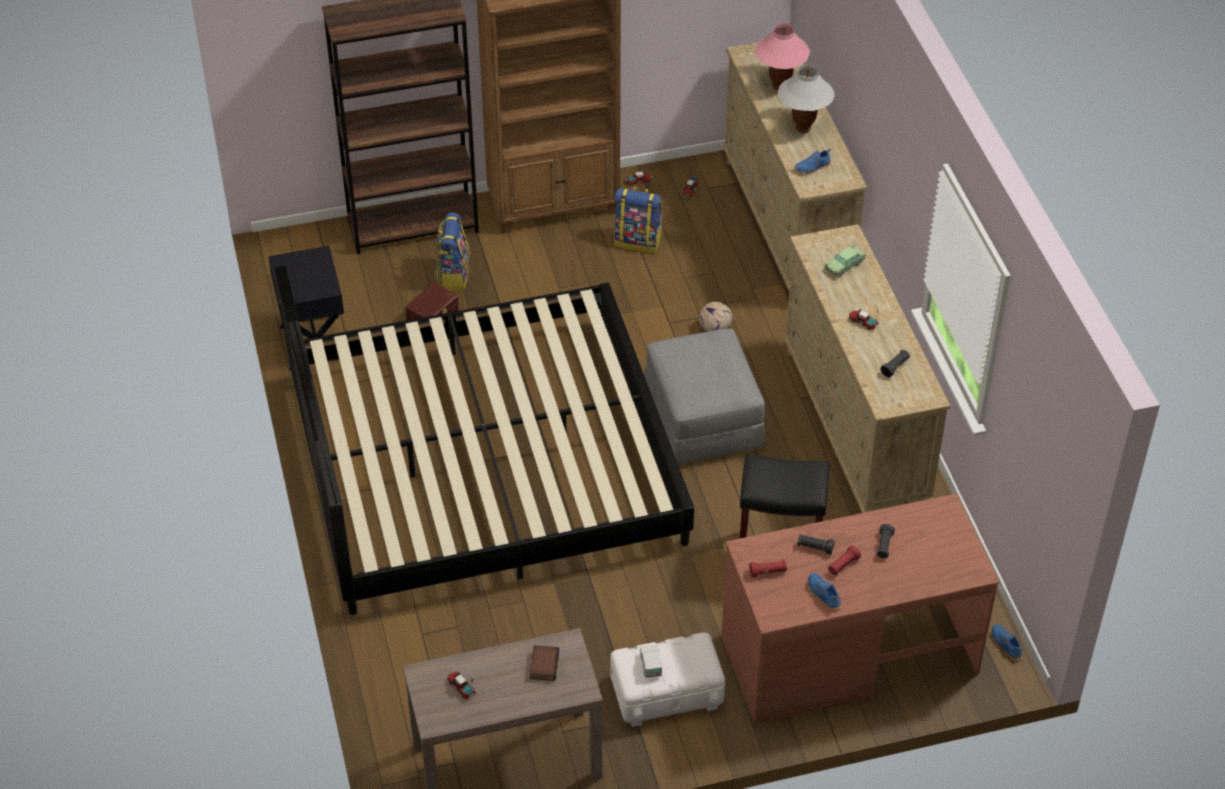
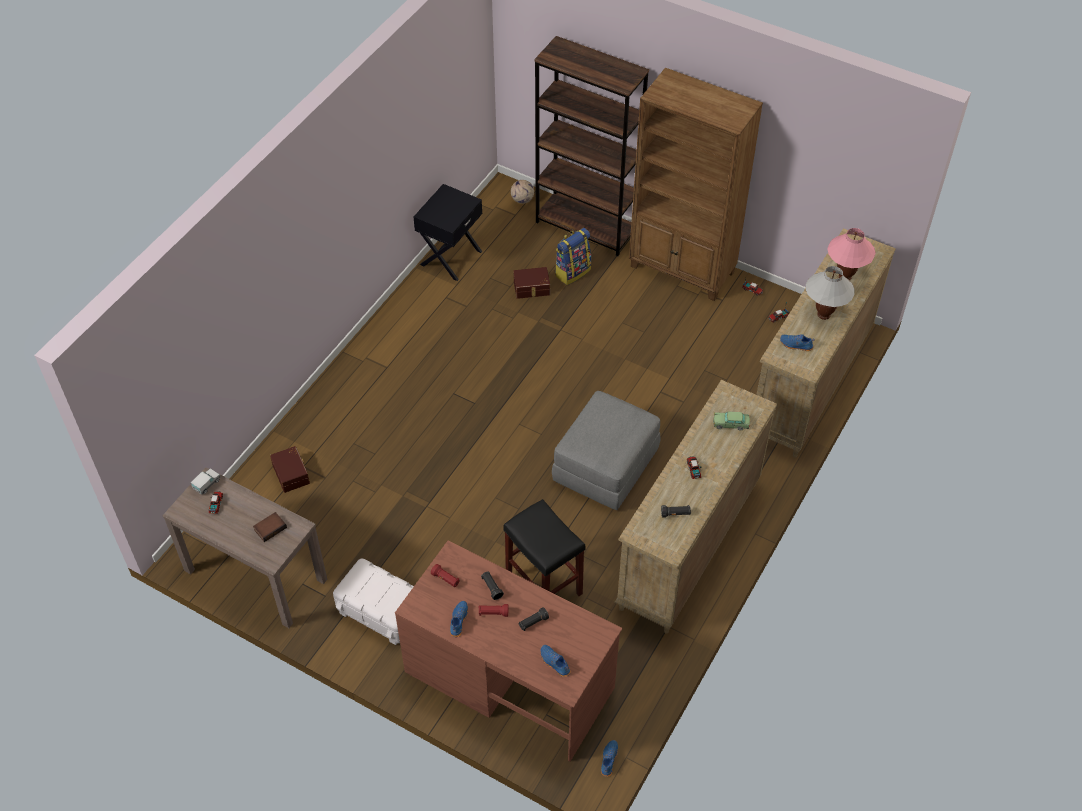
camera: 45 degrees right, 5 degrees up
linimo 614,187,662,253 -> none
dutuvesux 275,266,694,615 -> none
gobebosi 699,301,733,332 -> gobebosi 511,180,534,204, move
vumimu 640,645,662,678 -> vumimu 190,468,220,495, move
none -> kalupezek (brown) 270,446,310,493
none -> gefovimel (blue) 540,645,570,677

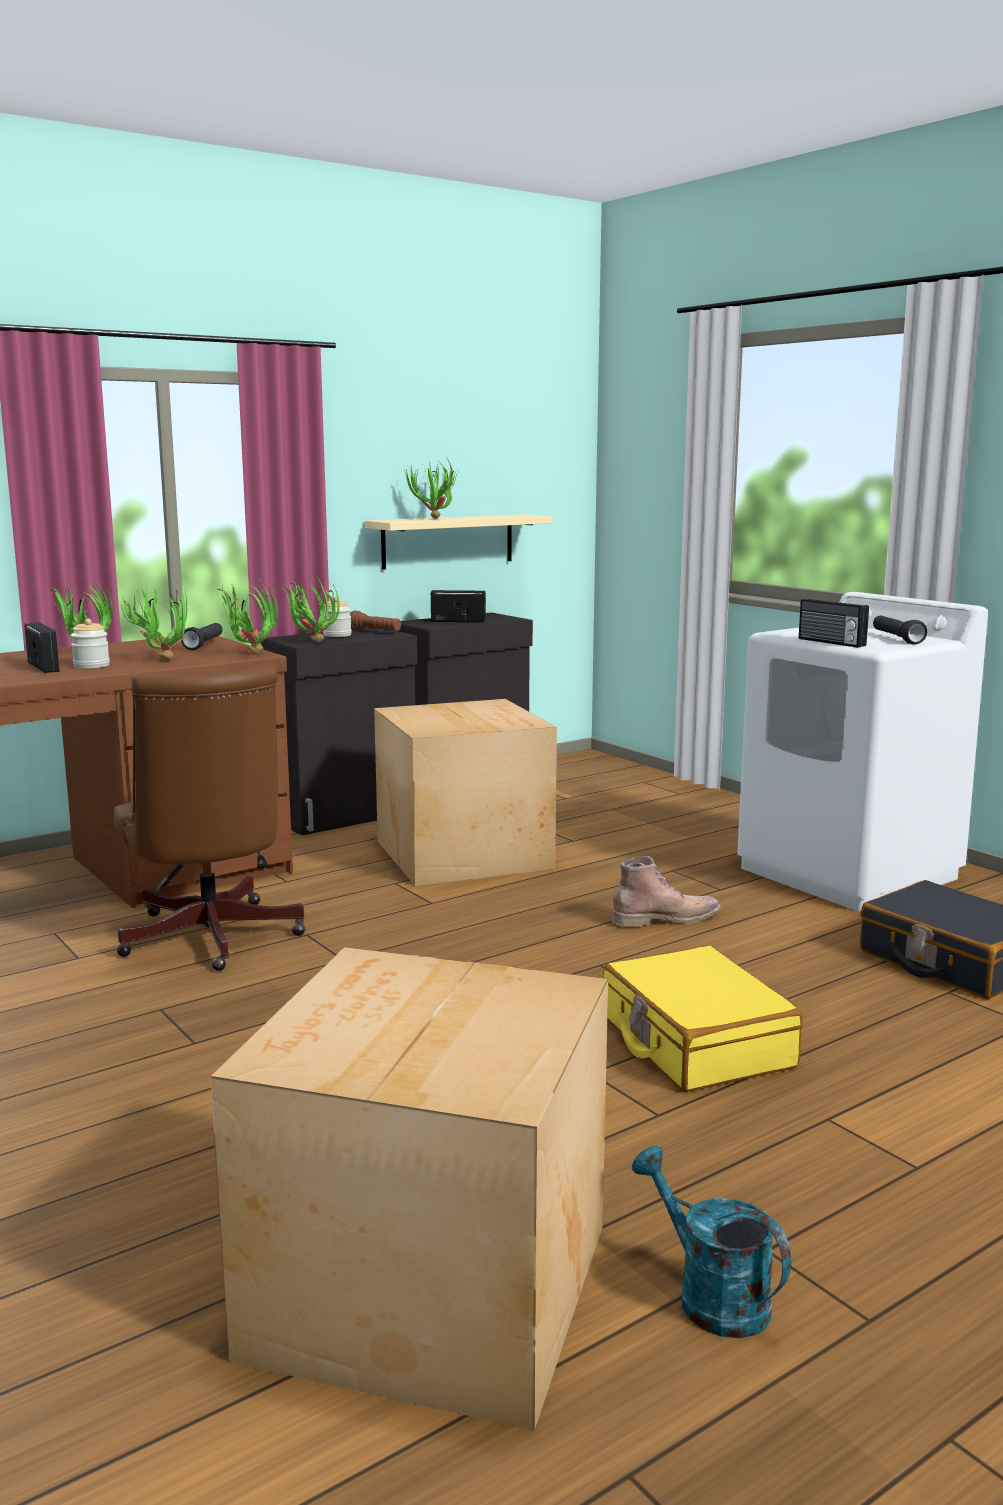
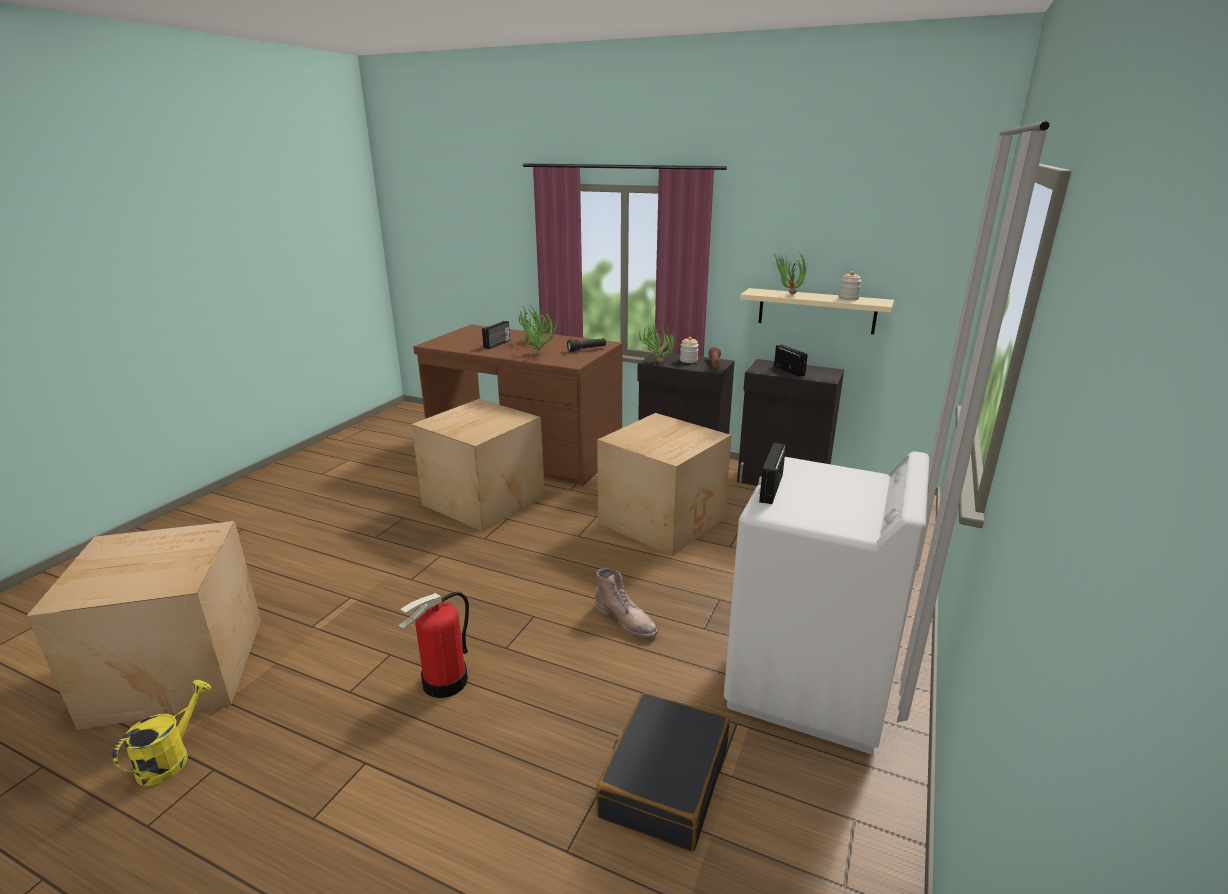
camera: 60 degrees right, 10 degrees up
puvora 216,582,277,654 -> none
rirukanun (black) 873,615,927,645 -> none
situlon 71,618,110,668 -> situlon 839,271,862,300, move
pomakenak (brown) 114,664,305,971 -> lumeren 411,399,545,531
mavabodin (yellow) 603,945,803,1092 -> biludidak 398,592,469,698
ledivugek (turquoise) 632,1146,791,1338 -> ledivugek (yellow) 112,680,212,786

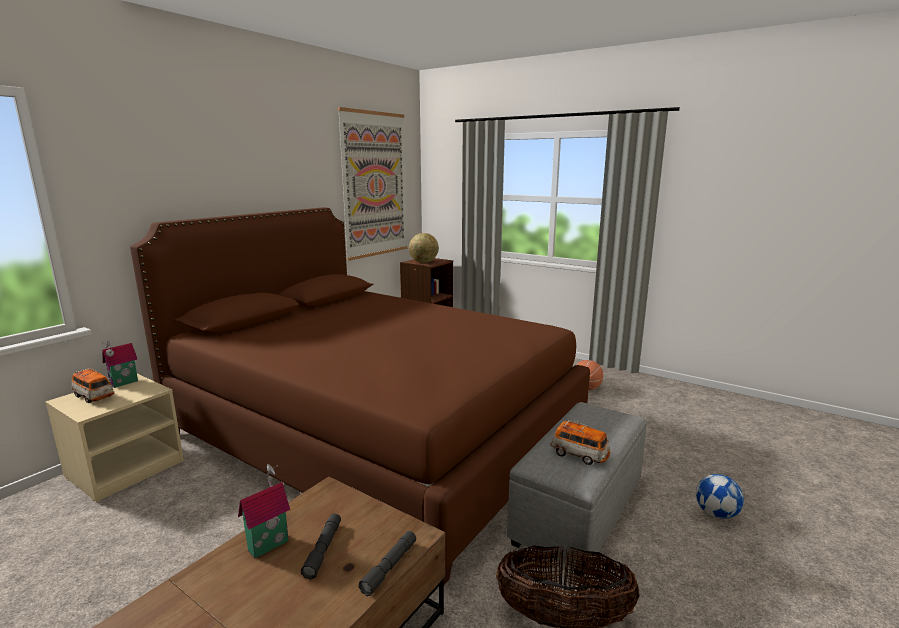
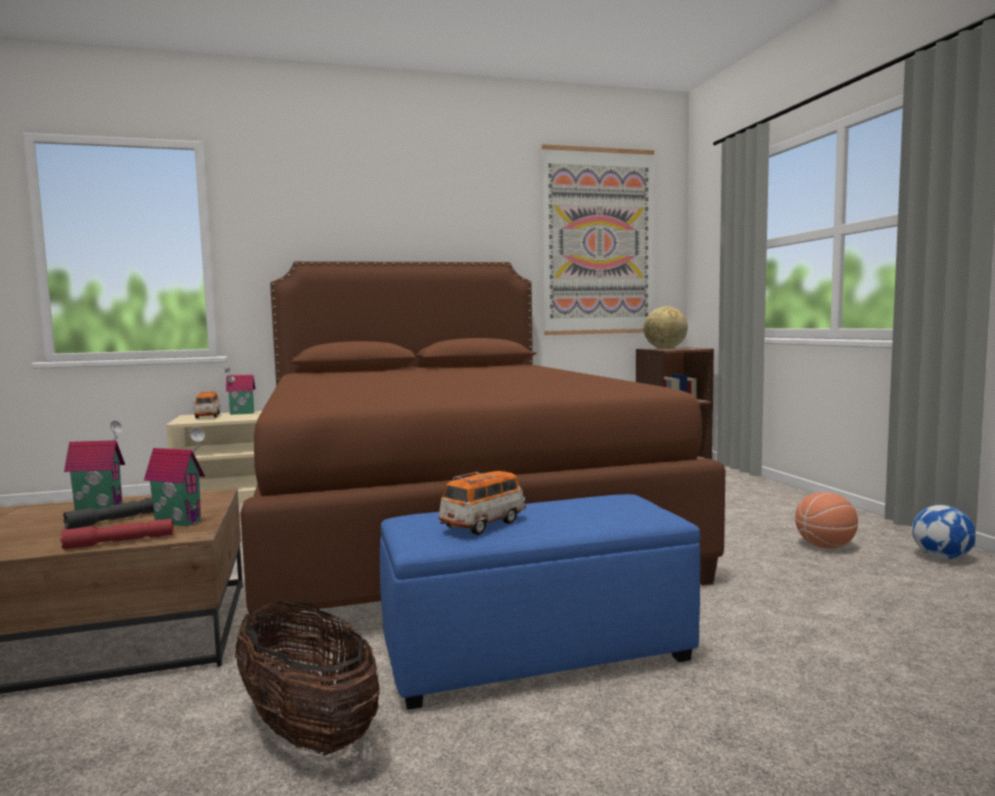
camera: 40 degrees right, 10 degrees down
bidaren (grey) 507,402,647,576 -> bidaren (blue) 380,494,700,710
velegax 551,420,611,465 -> velegax 438,471,526,535, 120 degrees counterclockwise
gobebosi 696,474,744,519 -> gobebosi 912,505,976,559, move
rirukanun (grey) 358,531,416,596 -> rirukanun (red) 61,519,173,550
none -> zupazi 144,428,205,526

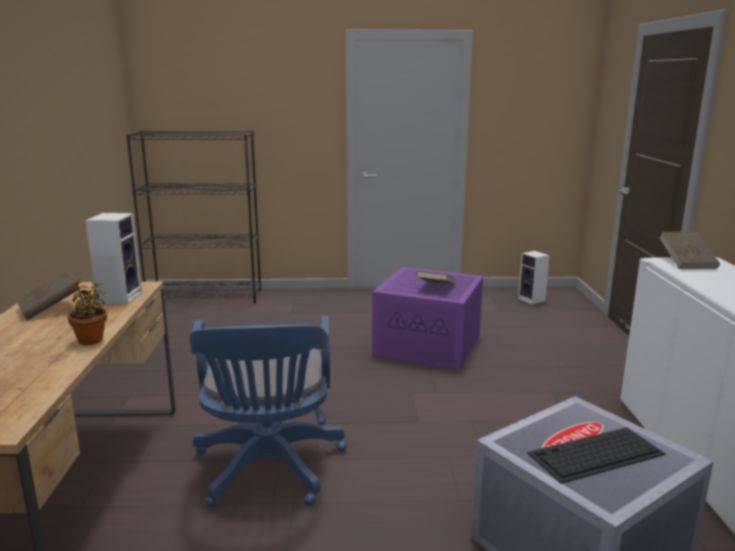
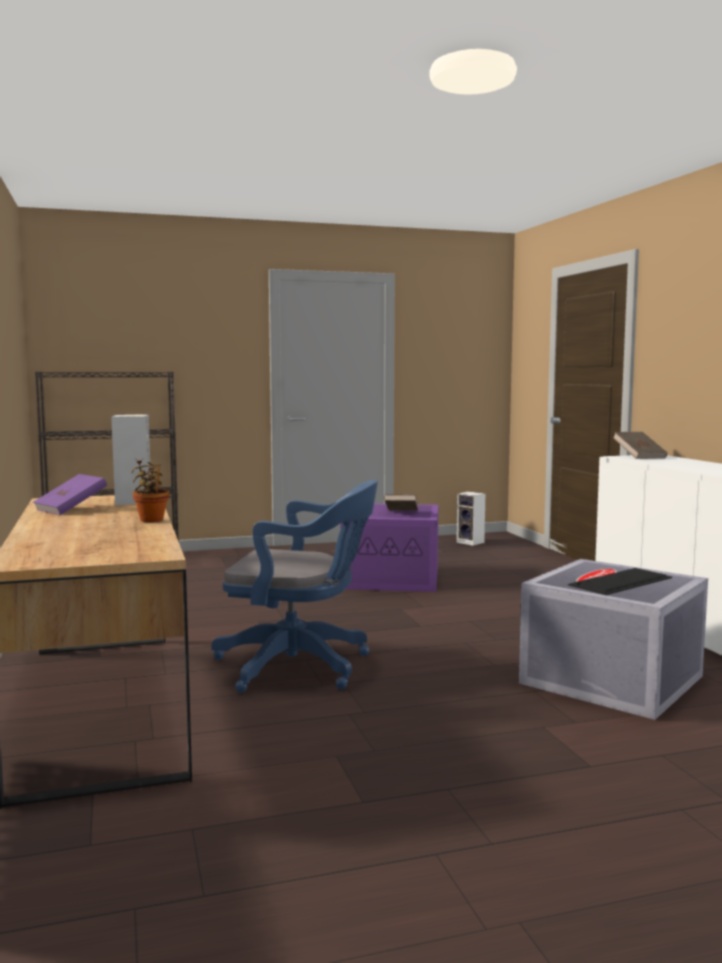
camera: 15 degrees left, 10 degrees down
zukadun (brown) 16,271,80,320 -> zukadun (purple) 33,474,107,515
pomakenak (blue) 189,316,347,507 -> pomakenak (blue) 211,480,378,693, 60 degrees counterclockwise

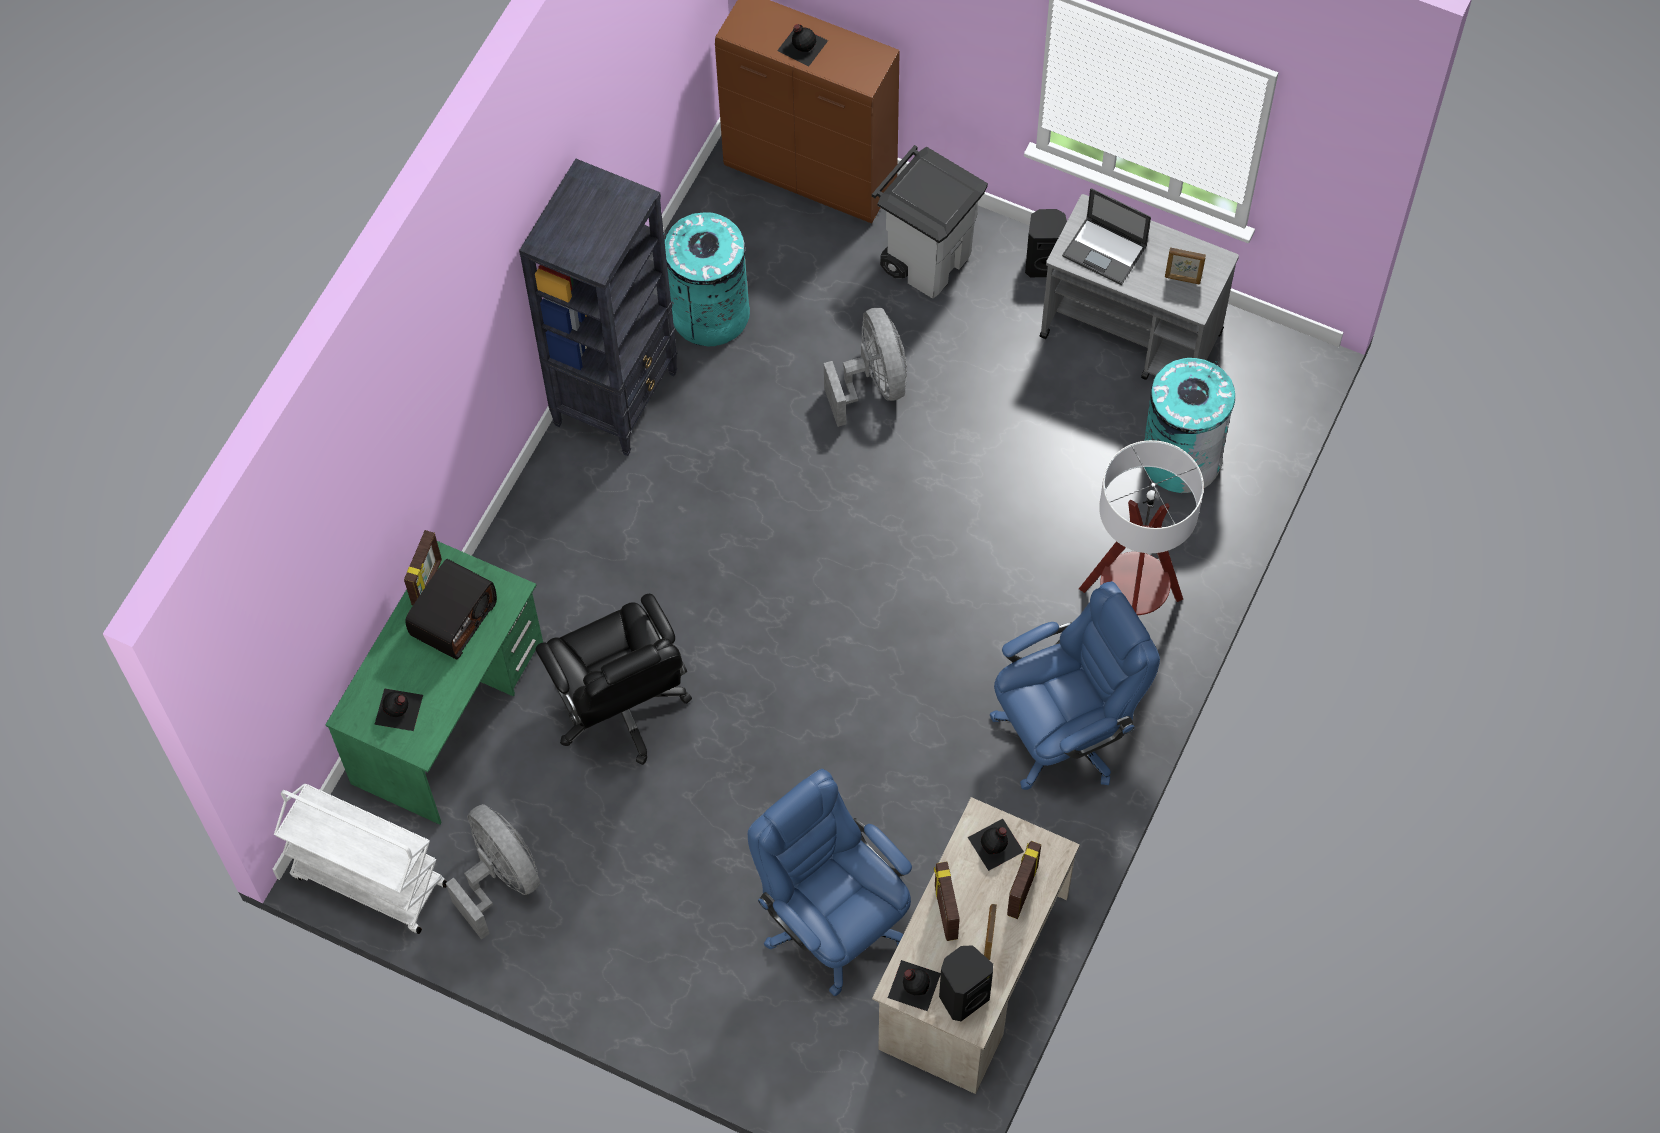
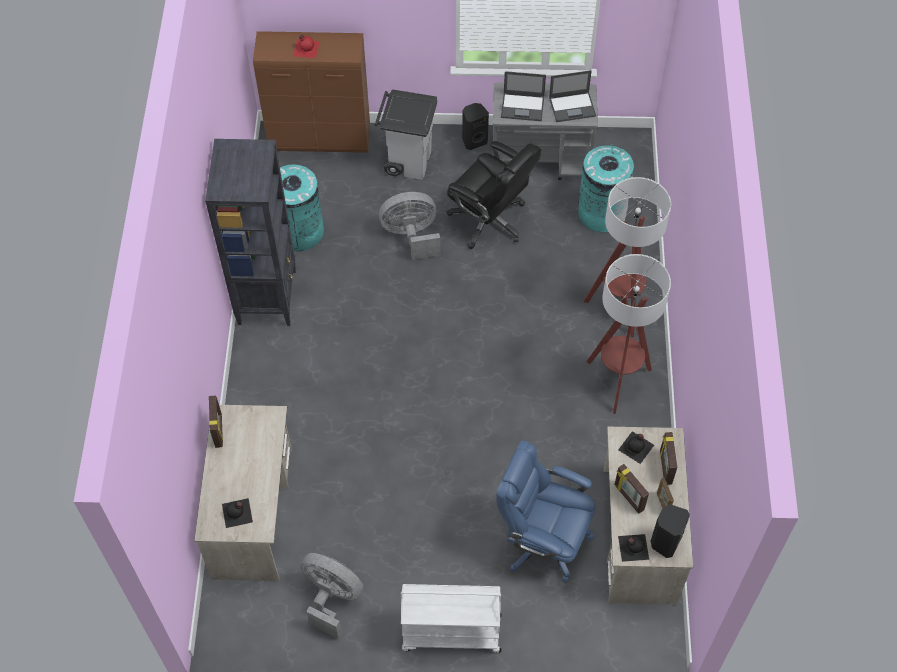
camera: 25 degrees left, 5 degrees down
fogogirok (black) 777,24,828,67 -> fogogirok (red) 293,35,320,58
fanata 1165,247,1206,284 -> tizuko 549,70,596,122
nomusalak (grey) 824,308,907,427 -> nomusalak (grey) 379,192,440,260, 60 degrees counterclockwise
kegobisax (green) 325,541,543,825 -> kegobisax (beige) 194,405,292,581
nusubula 405,559,497,659 -> none
pomakenak (blue) 990,581,1160,790 -> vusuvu 586,254,671,414
pomakenak (black) 536,594,692,765 -> pomakenak (black) 447,141,541,249, move
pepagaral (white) 274,784,447,934 -> pepagaral (white) 401,584,502,653, move

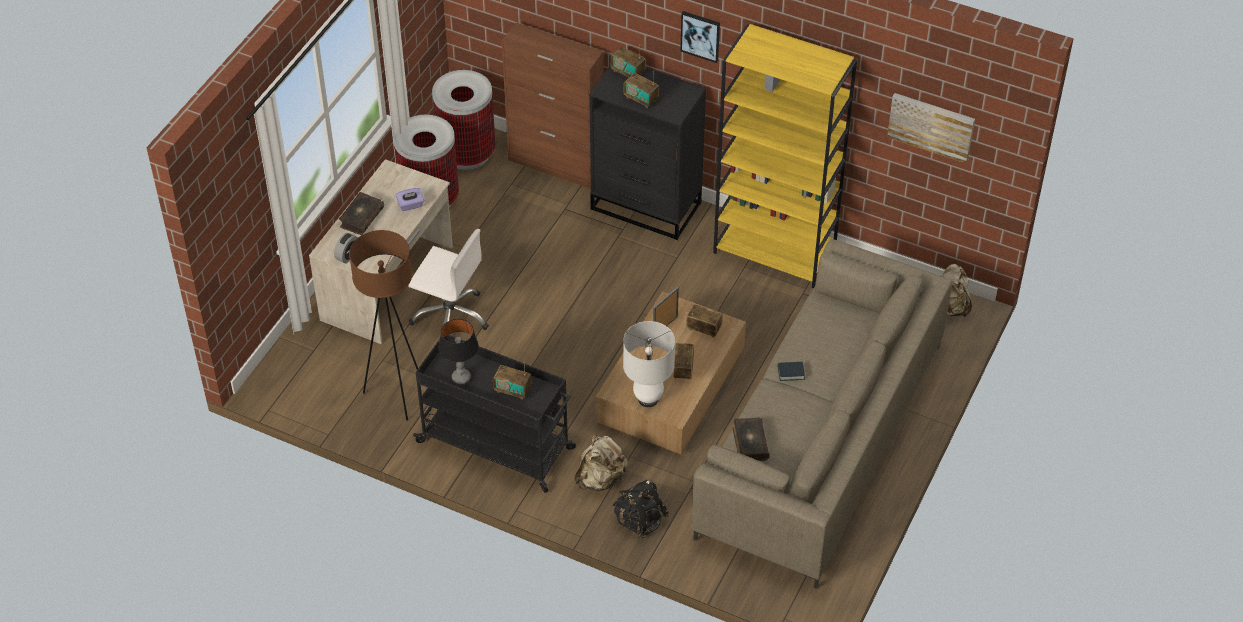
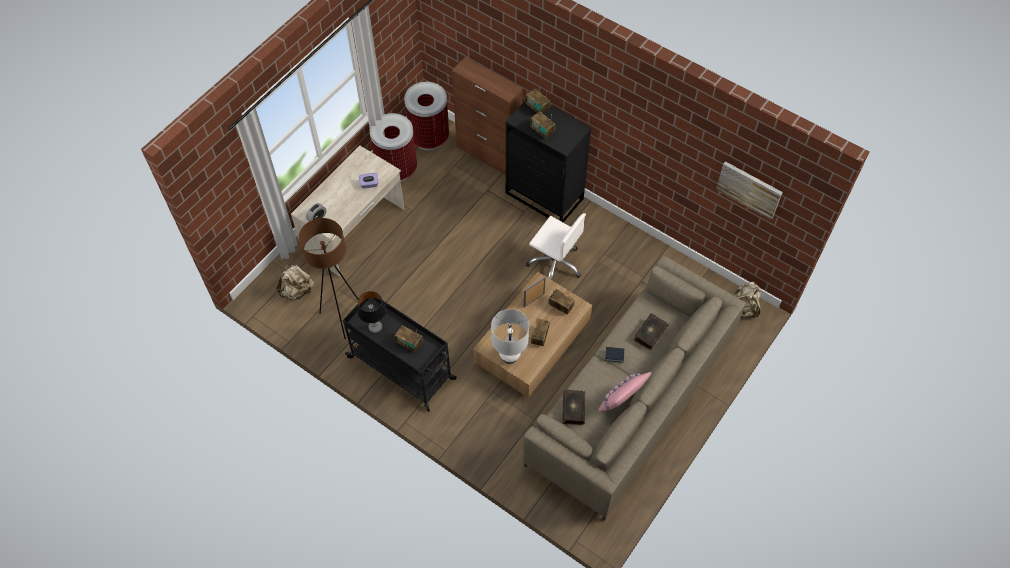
camera: 10 degrees right, 10 degrees up
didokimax 680,11,720,63 -> none
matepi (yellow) 713,24,857,288 -> none
zukadun 339,192,384,235 -> zukadun 634,313,668,350, move
pomakenak (white) 408,229,489,330 -> pomakenak (white) 526,213,586,280, move
linimo (beige) 574,434,628,491 -> linimo (beige) 277,264,314,300, move
linimo (black) 612,480,669,539 -> none
none -> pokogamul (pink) 598,372,652,412

